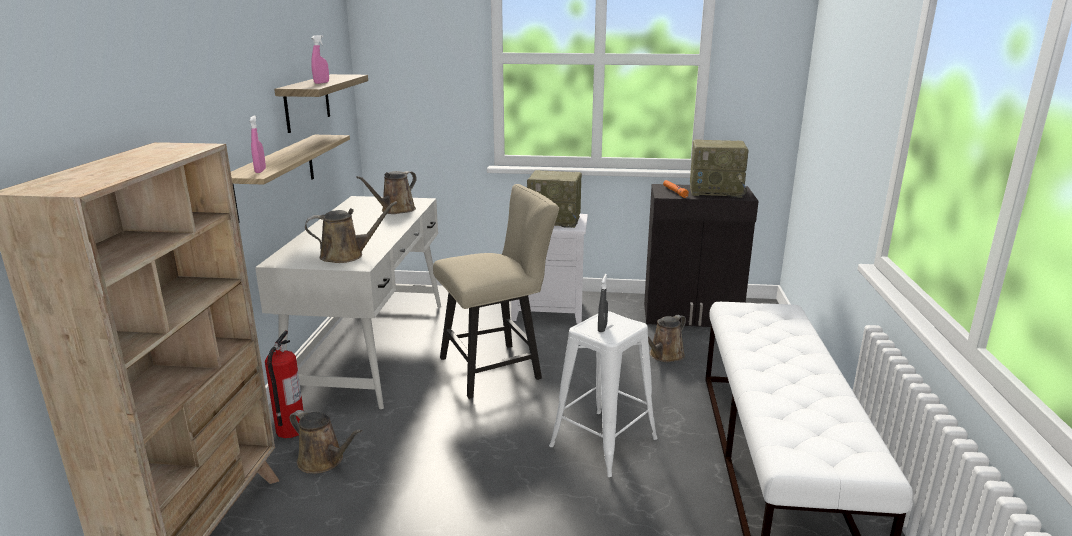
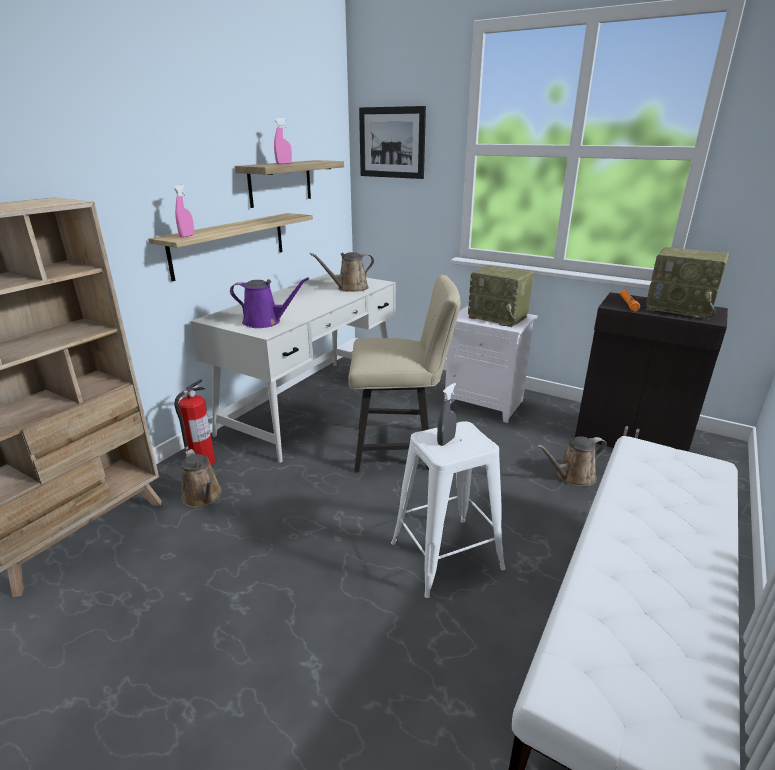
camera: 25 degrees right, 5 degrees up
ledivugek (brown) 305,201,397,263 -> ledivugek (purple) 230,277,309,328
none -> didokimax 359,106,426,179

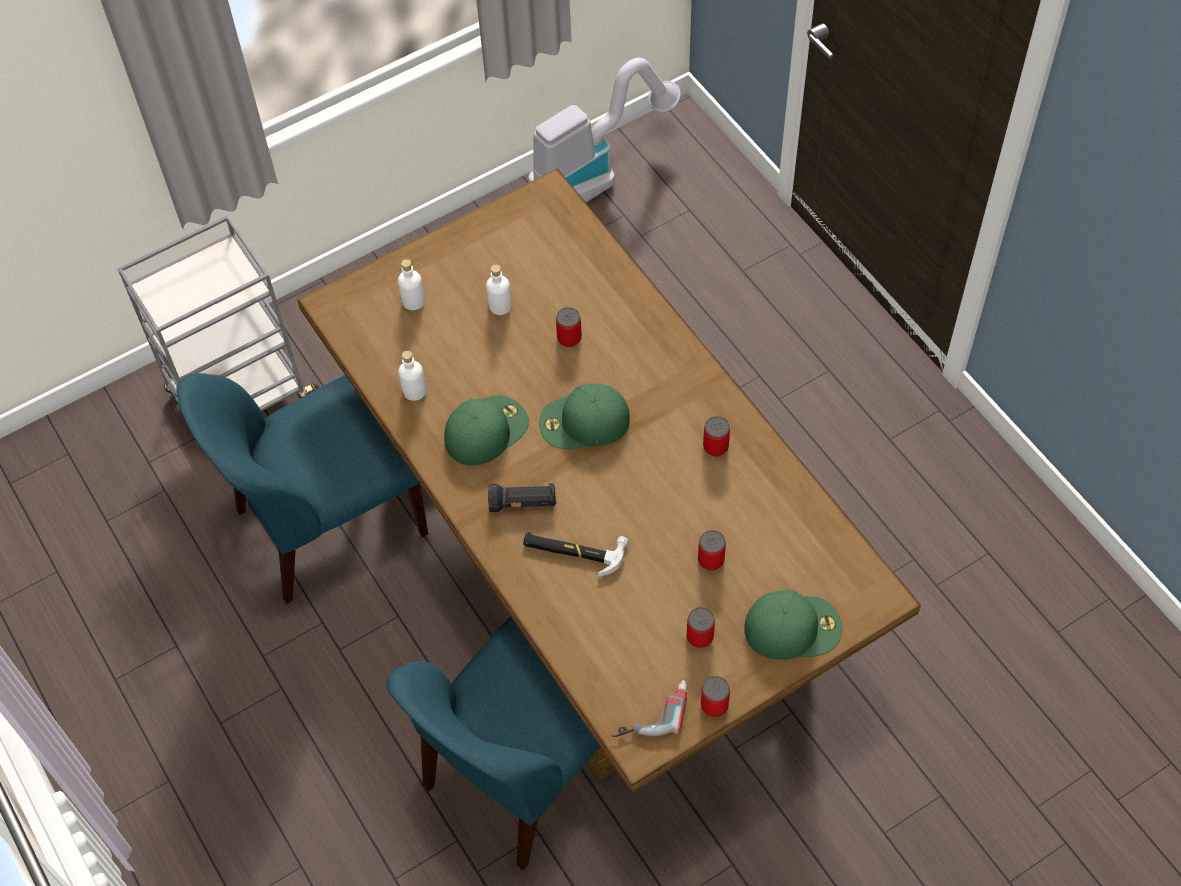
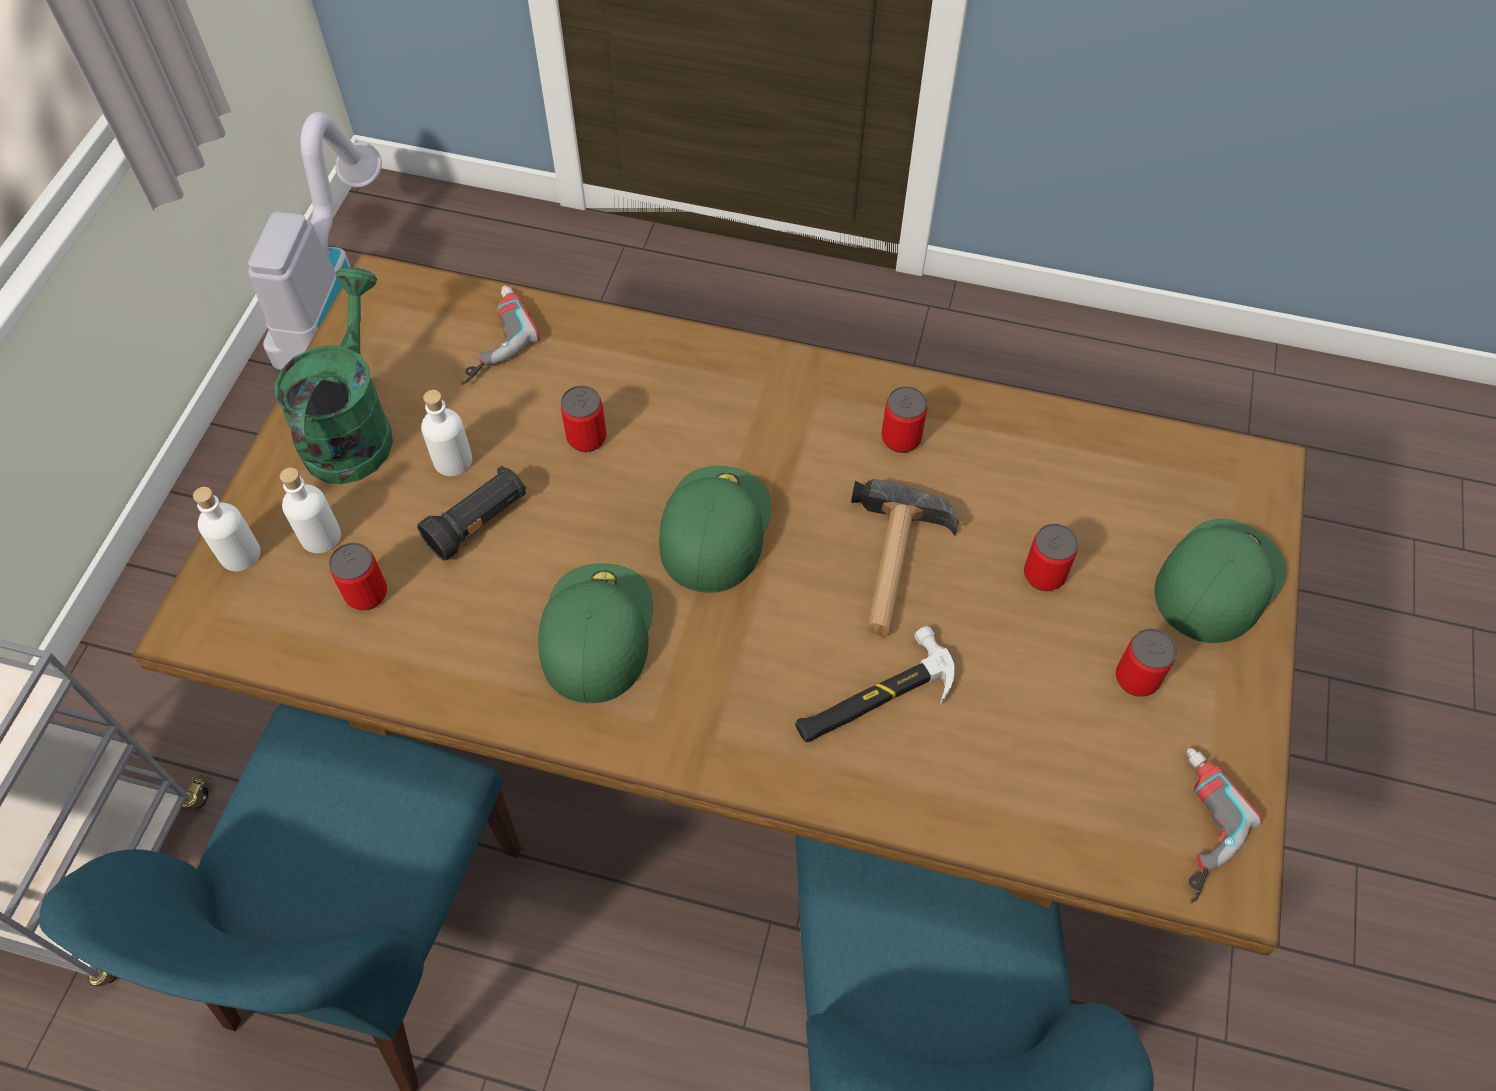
camera: 45 degrees left, 0 degrees up
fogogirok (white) 398,351,427,401 -> fogogirok (white) 193,487,261,571, move
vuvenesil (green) 539,384,630,449 -> vuvenesil (green) 659,466,771,593, 150 degrees clockwise
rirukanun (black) 488,483,556,512 -> rirukanun (black) 417,466,526,560, move
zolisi 701,676,730,717 -> zolisi 329,542,387,610, move
none -> ledivugek (green) 275,267,393,484
none -> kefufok 461,286,540,385
none -> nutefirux 851,479,959,636

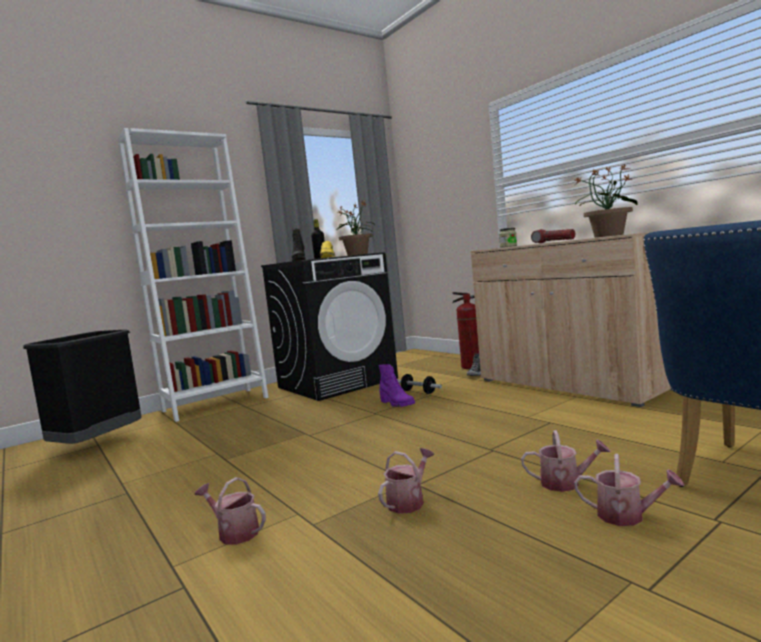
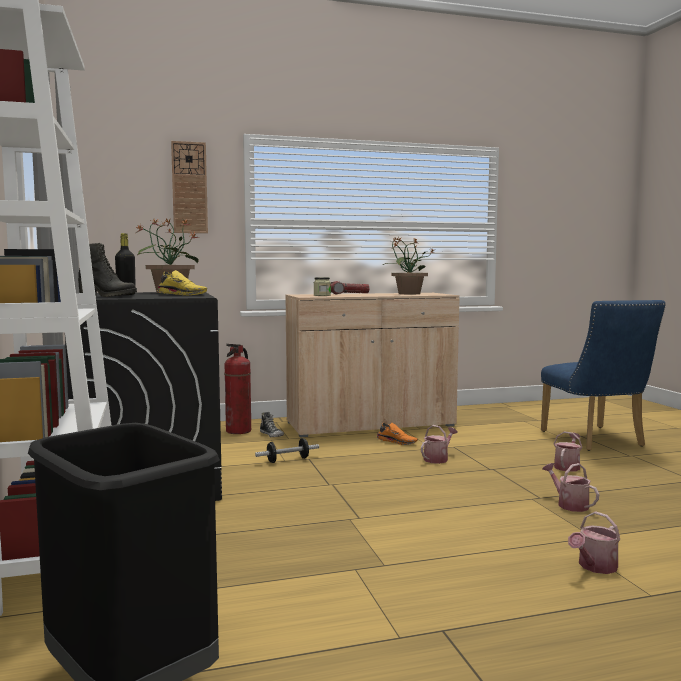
camera: 70 degrees left, 0 degrees up
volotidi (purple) 379,364,415,407 -> none
ledivugek 574,454,685,526 -> ledivugek 421,425,458,464, move
none -> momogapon 171,141,208,233
none -> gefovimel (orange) 377,423,418,445

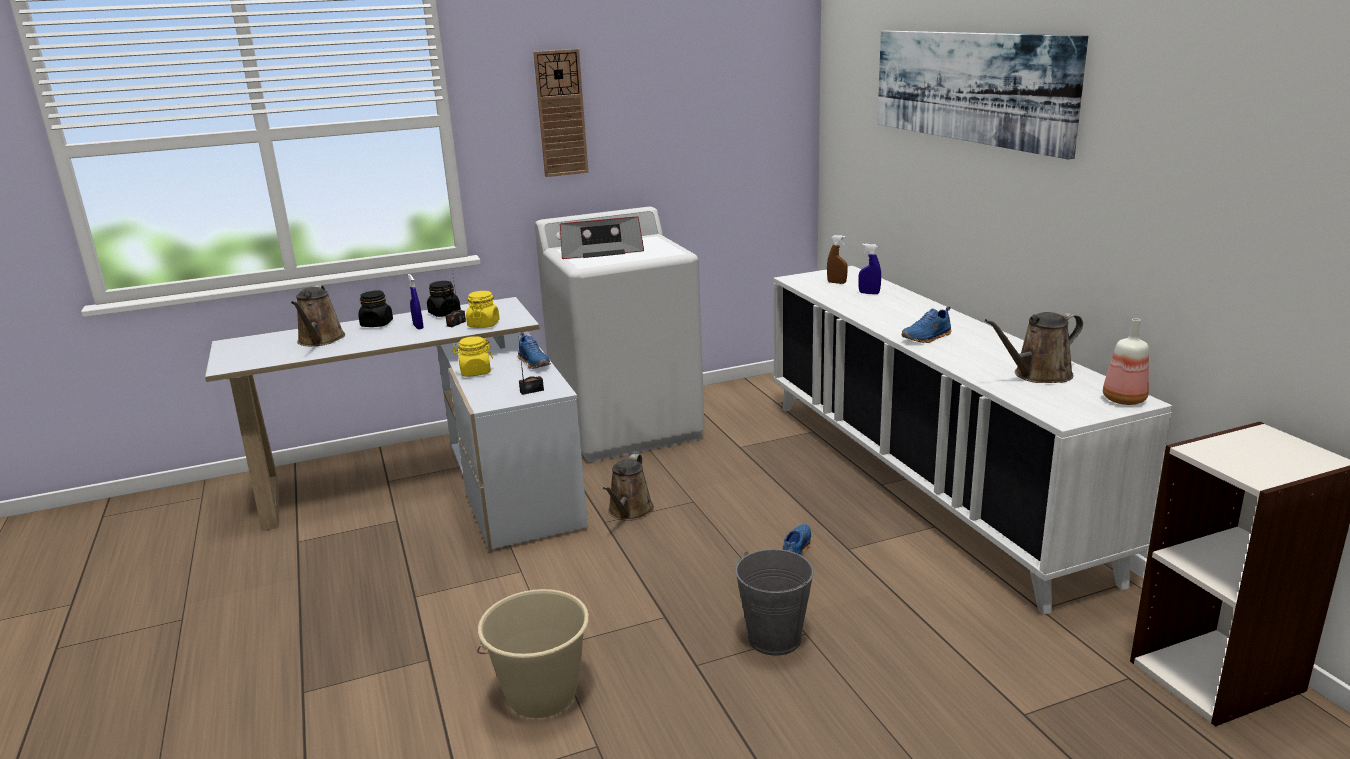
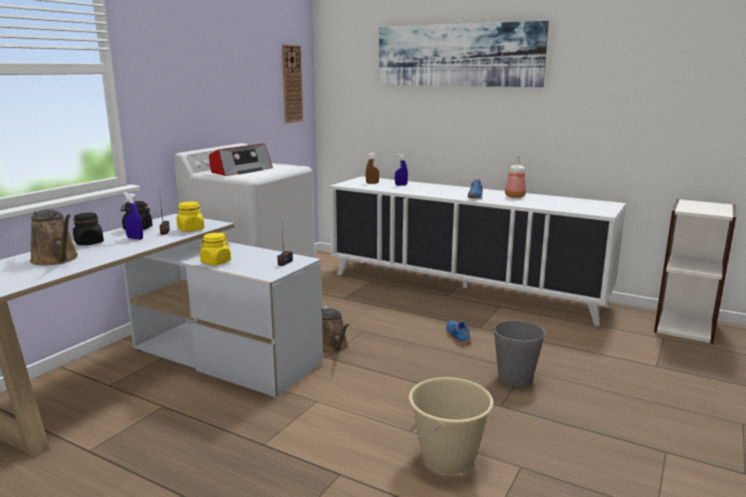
camera: 40 degrees left, 5 degrees down
momogapon 533,49,588,177 -> momogapon 282,44,303,123, move
ledivugek (brown) 985,312,1083,383 -> none
fogogirok 1103,318,1149,405 -> fogogirok 505,155,526,198, move
gefovimel (blue) 518,332,551,369 -> none

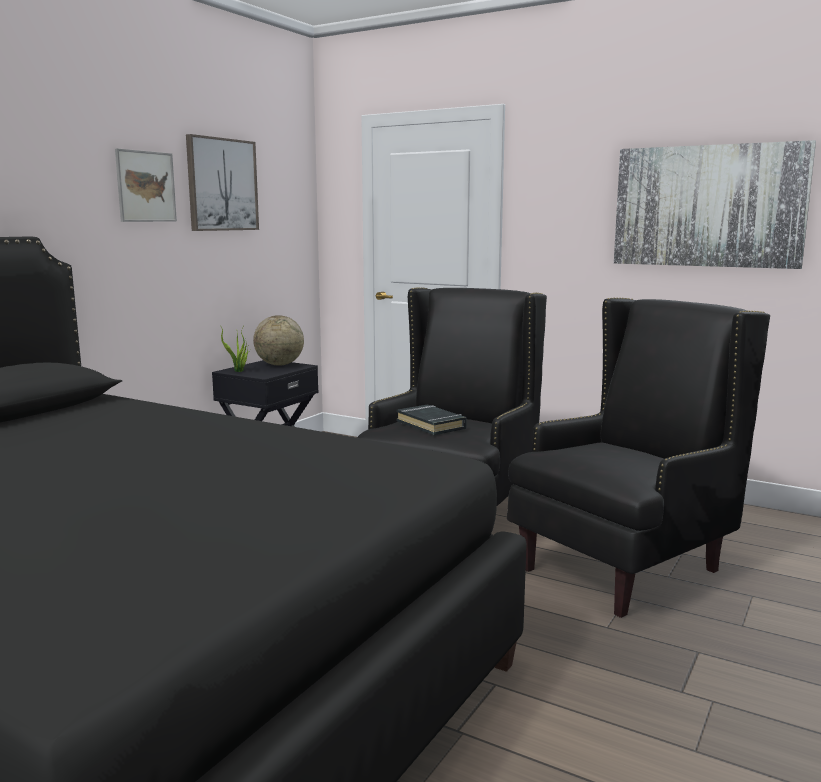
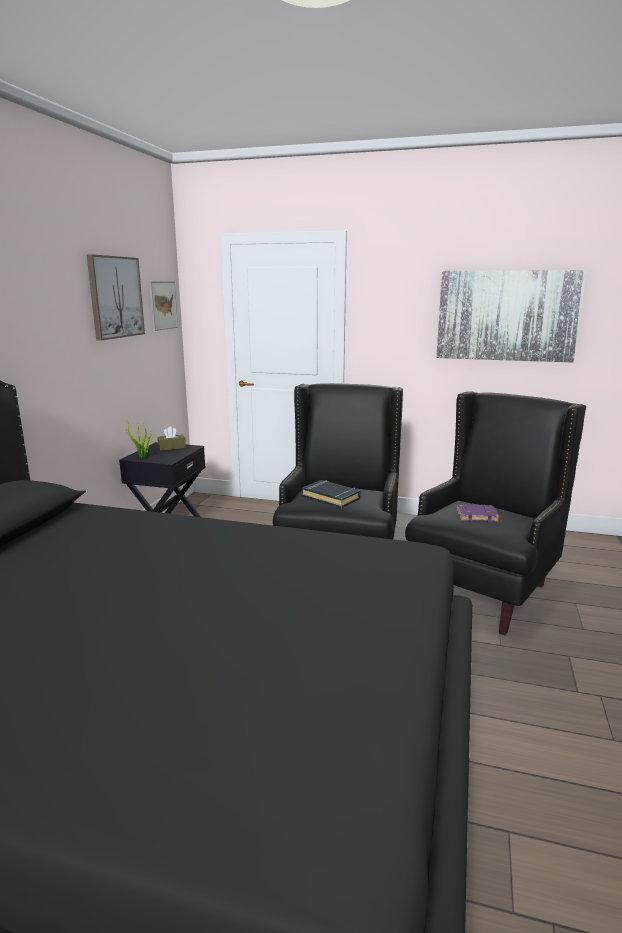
camera: 15 degrees left, 5 degrees up
didokimax 115,148,177,222 -> didokimax 149,281,178,331, move
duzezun 253,315,304,366 -> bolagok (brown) 158,426,186,451
none -> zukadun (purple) 457,504,499,522

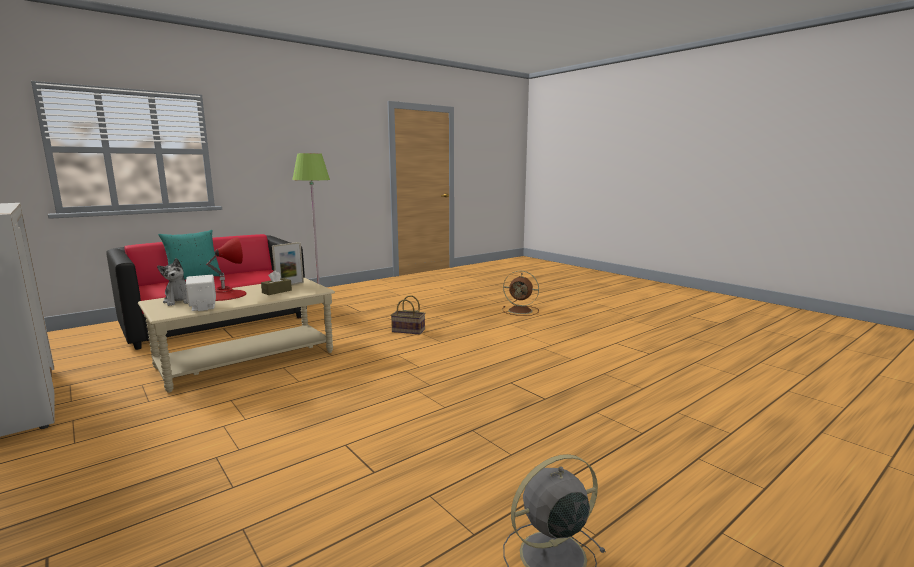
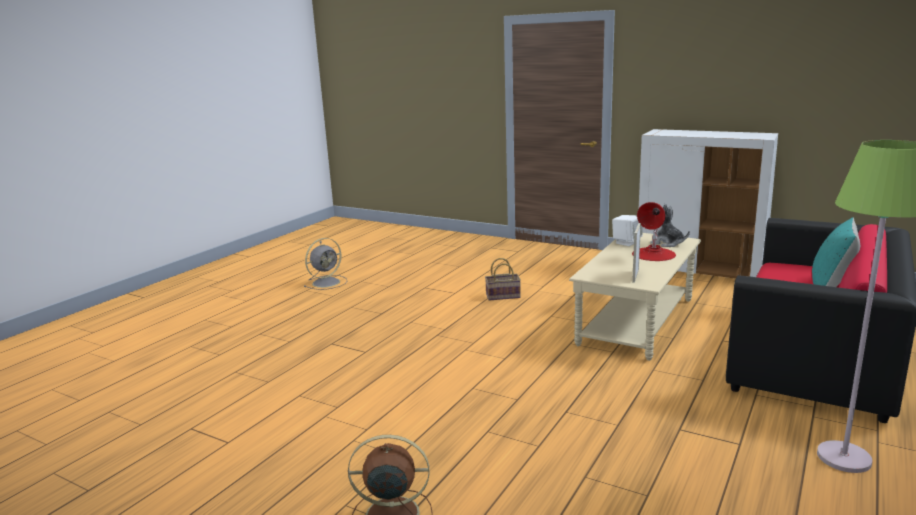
camera: 160 degrees right, 5 degrees up
bolagok (brown) 261,270,292,295 -> none
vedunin 391,295,425,335 -> vedunin 485,258,521,300, move

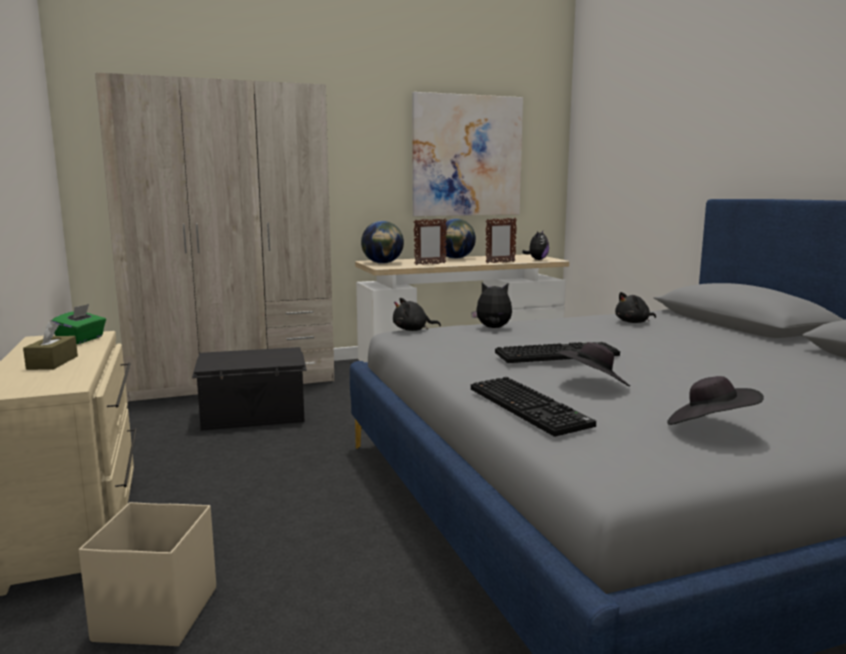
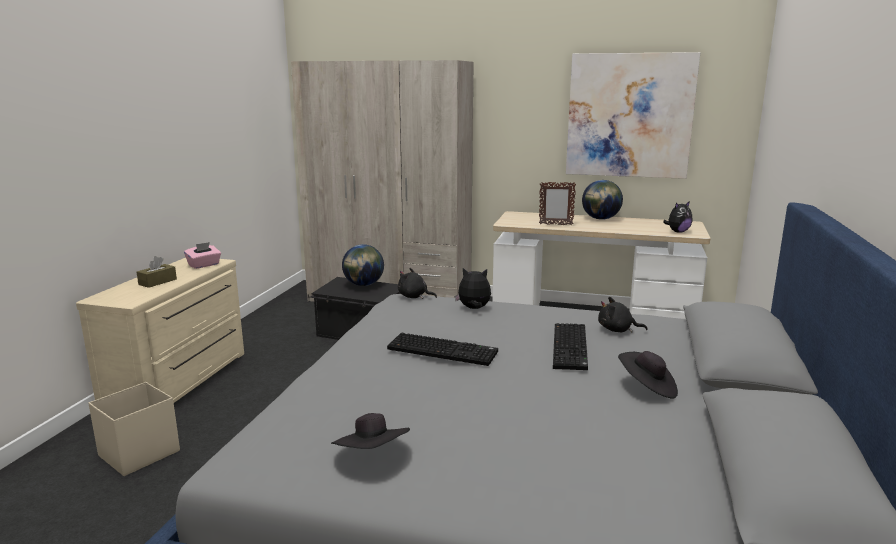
camera: 35 degrees right, 5 degrees up
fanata 486,218,517,263 -> none
duzezun 361,221,404,264 -> duzezun 342,244,384,286, move
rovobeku 471,282,512,328 -> rovobeku 455,268,491,309, 45 degrees counterclockwise
bolagok (green) 51,304,106,344 -> bolagok (pink) 184,242,221,269
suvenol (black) 557,342,630,386 -> suvenol (black) 618,351,678,398, move
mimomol 471,377,596,437 -> mimomol 553,323,588,370, move

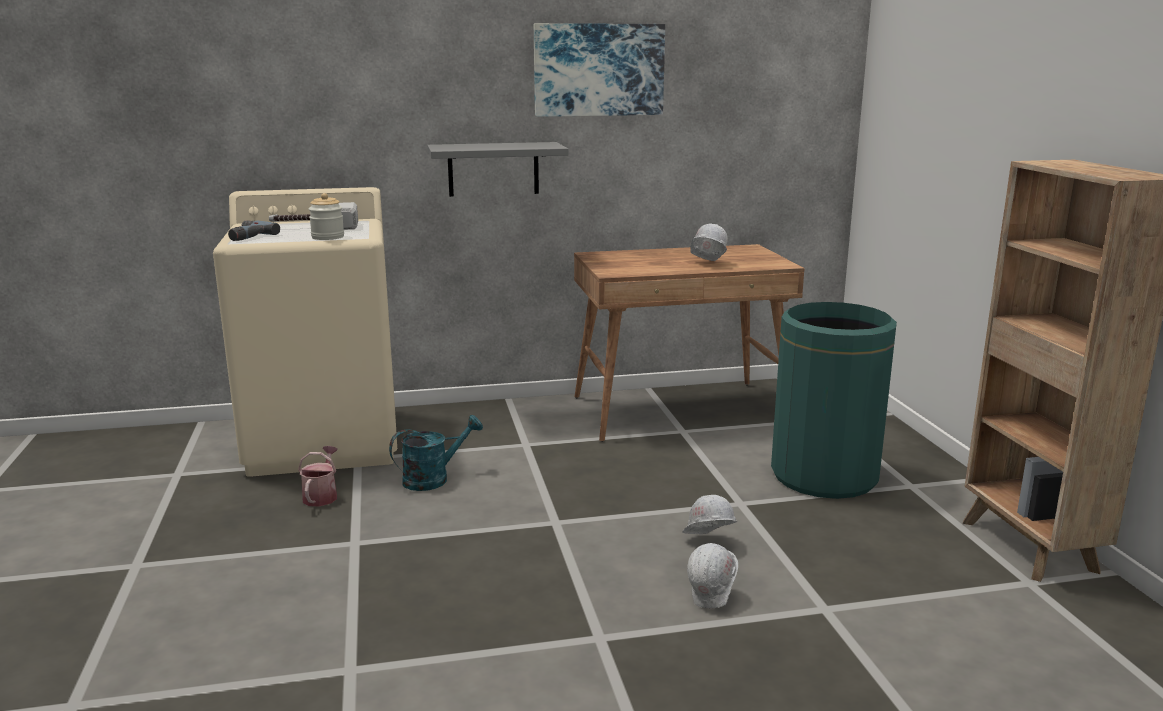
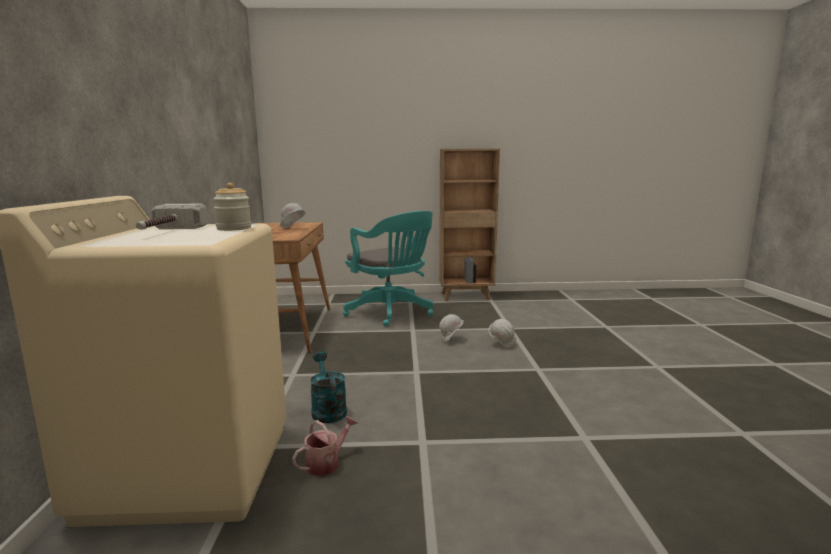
camera: 80 degrees left, 5 degrees down
didokimax 534,23,665,117 -> none
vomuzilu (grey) 427,142,569,197 -> none
kefufok 228,221,280,241 -> none
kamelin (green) 771,302,897,499 -> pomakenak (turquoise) 343,211,434,326
ledivugek 298,446,338,507 -> ledivugek 292,416,358,476, 120 degrees clockwise

